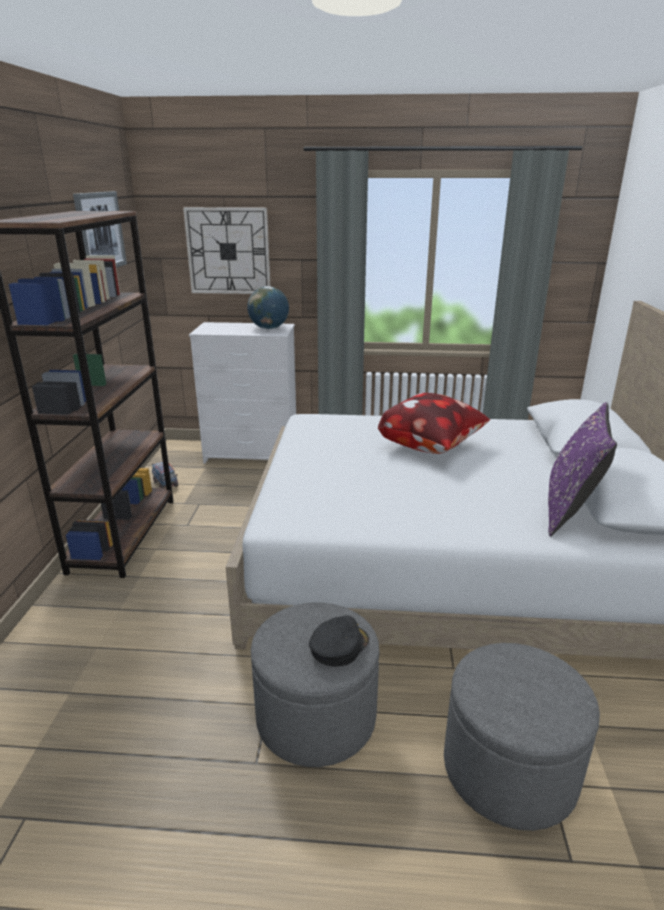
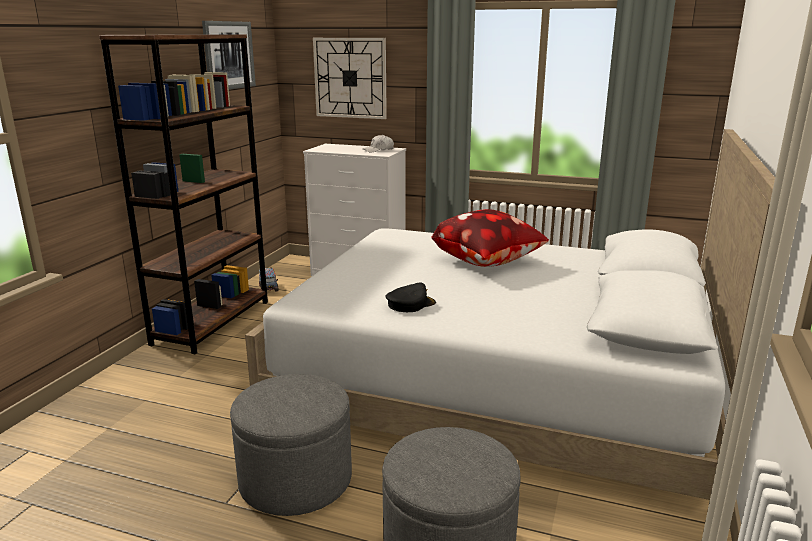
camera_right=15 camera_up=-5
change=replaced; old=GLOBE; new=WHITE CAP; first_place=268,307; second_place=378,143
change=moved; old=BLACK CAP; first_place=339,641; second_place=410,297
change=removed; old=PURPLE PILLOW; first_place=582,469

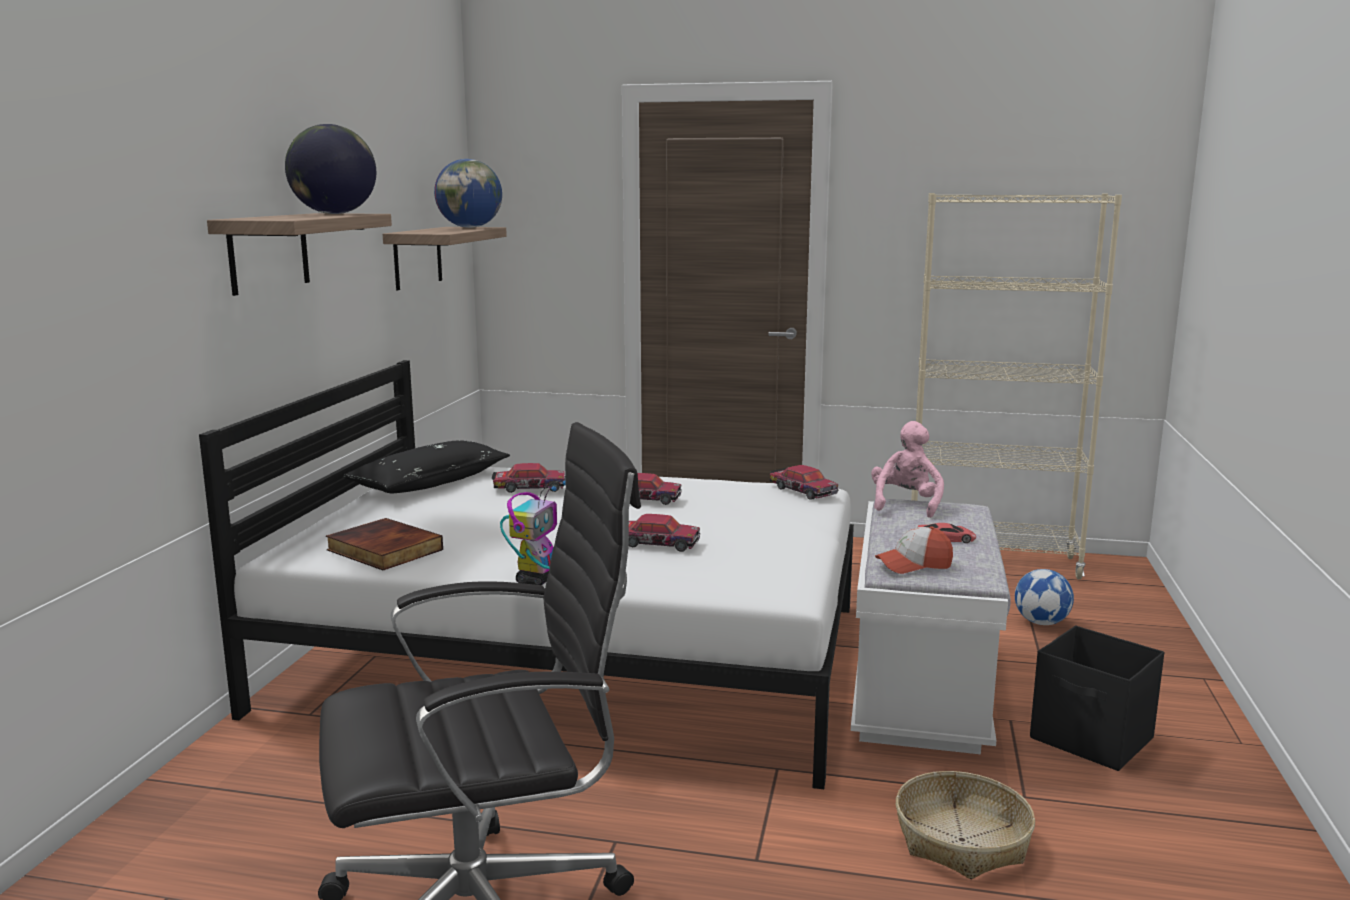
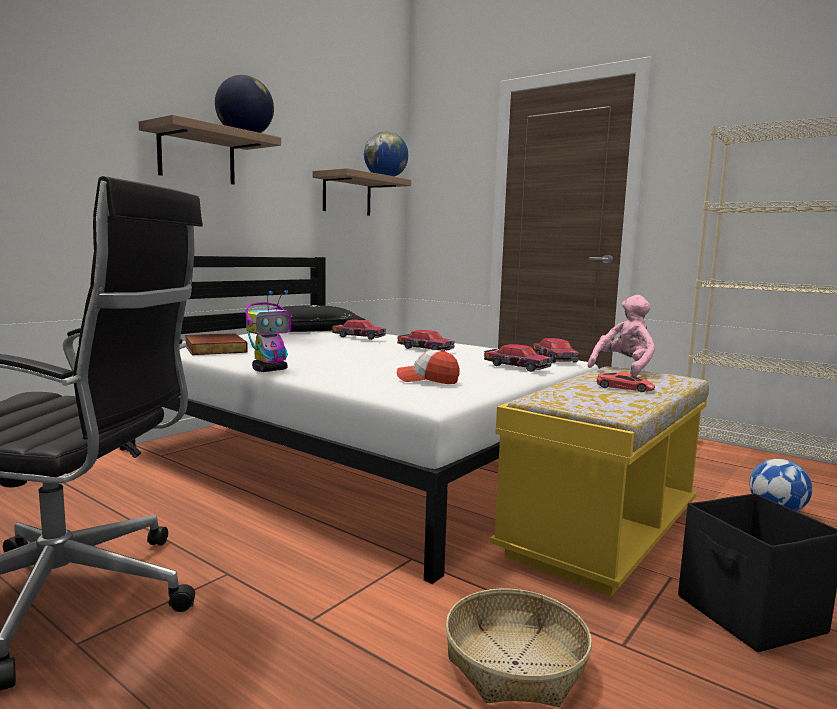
camera_right=25 camera_up=-5
change=moved; old=TOY CAR; first_place=664,533; second_place=518,358
change=recoloured; old=WHITE BENCH; new=YELLOW BENCH; first_place=931,626; second_place=599,482
change=moved; old=CAP; first_place=914,550; second_place=428,367

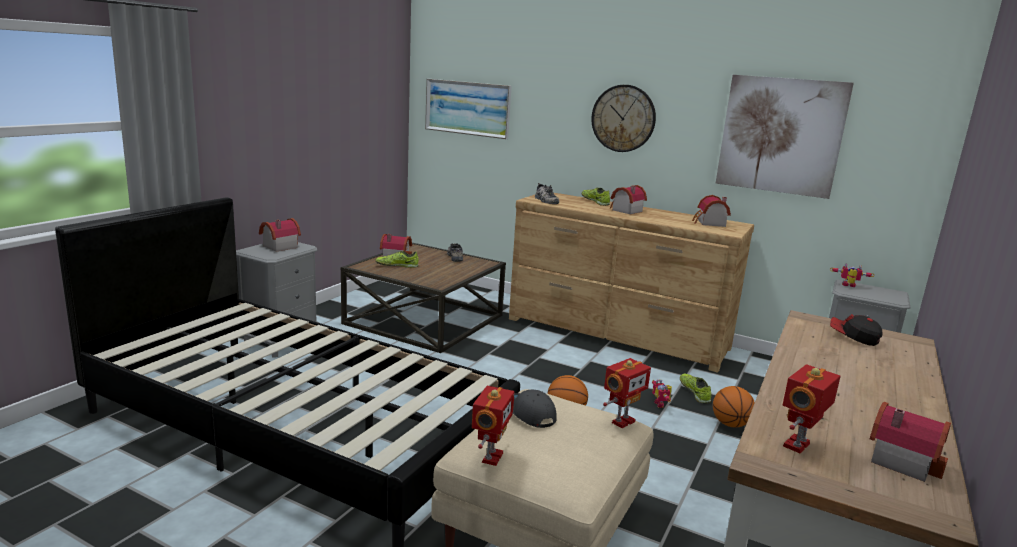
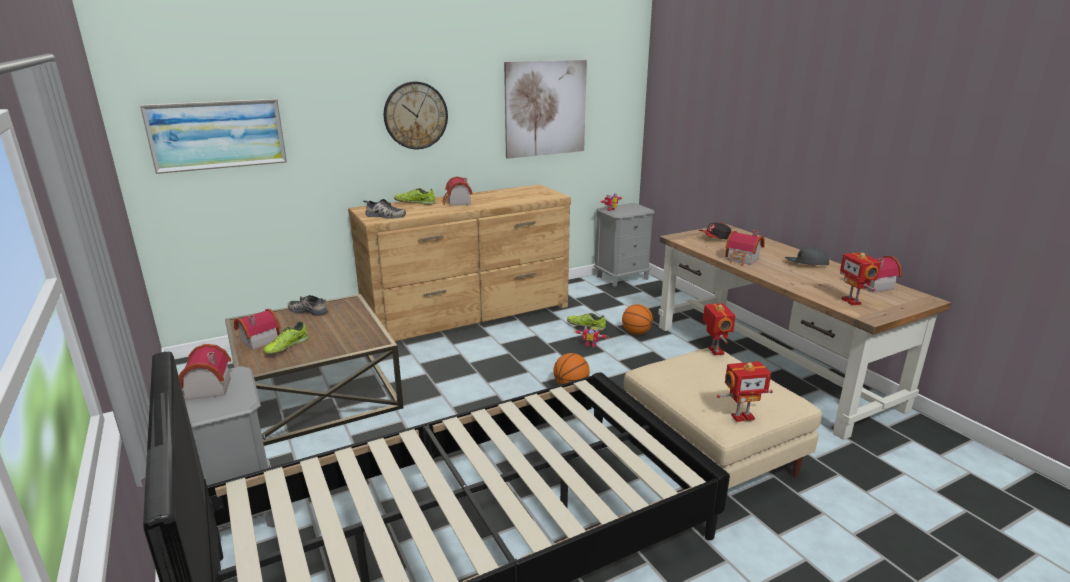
camera_right=-55 camera_up=5
change=turned; old=TOY ROBOT; first_place=493,426; second_place=745,392; degrees=120
change=moved; old=GREY CAP; first_place=535,409; second_place=807,256
change=moved; old=TOY HOUSE; first_place=711,211; second_place=745,248

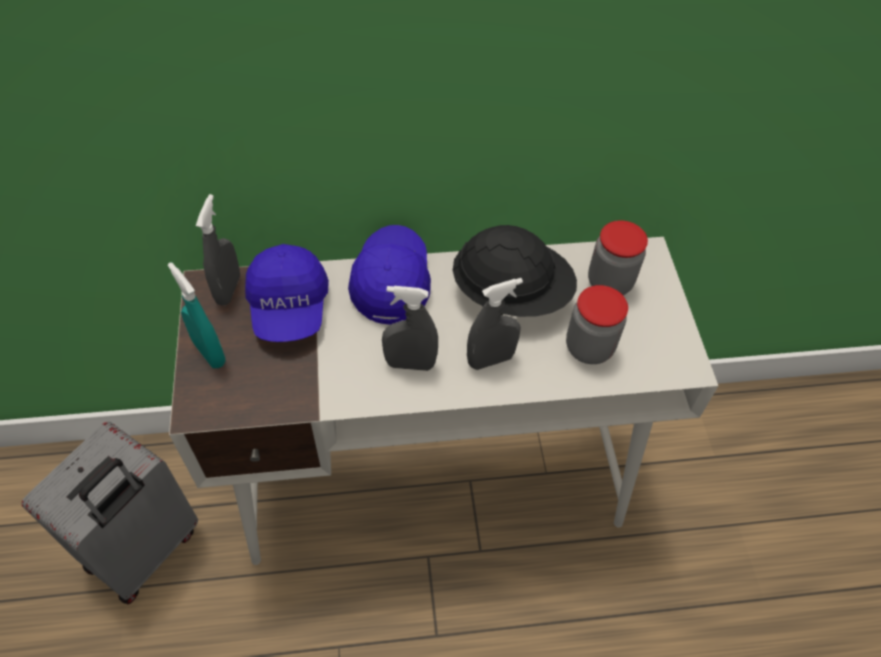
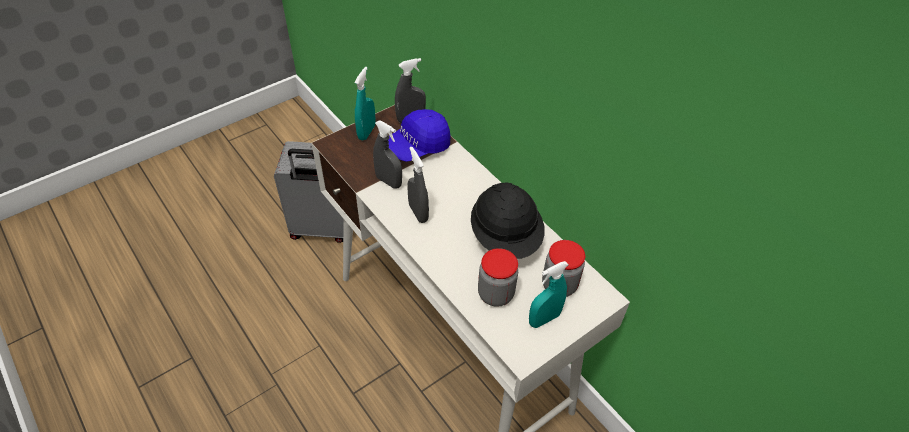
camera_right=60 camera_up=-5
change=removed; old=BLUE CAP; first_place=389,275
change=moved; old=GREY SPRAY BOTTLE; first_place=495,324; second_place=387,155
change=added; new=TURQUOISE SPRAY BOTTLE; second_place=548,294

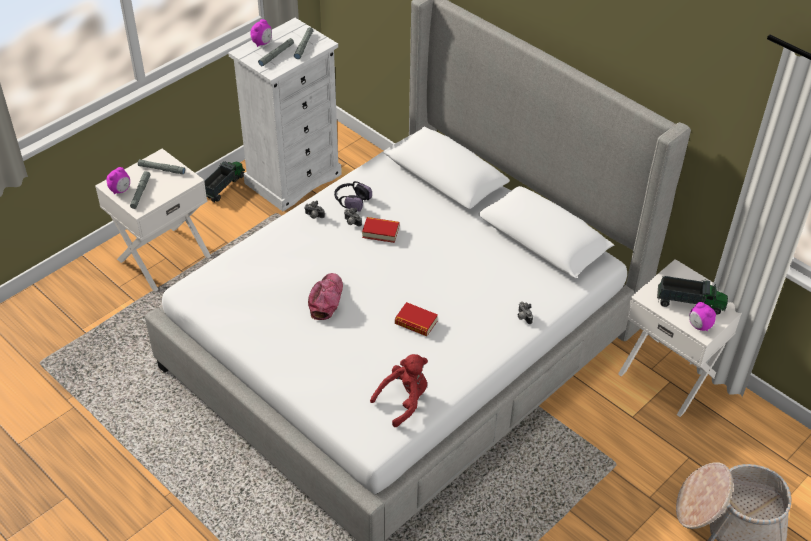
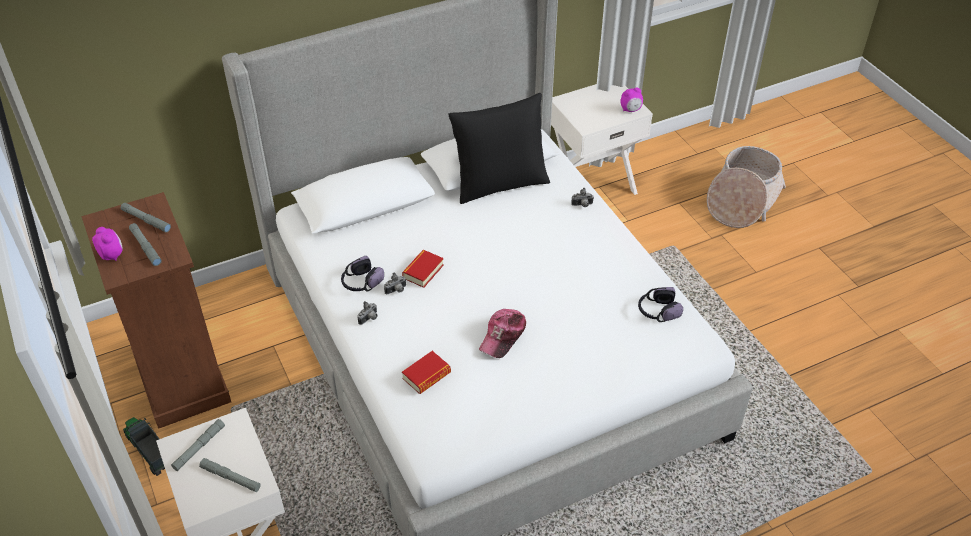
camera_right=-70 camera_up=0
change=removed; old=ALARM CLOCK; first_place=118,181
change=recoloured; old=WHITE DRESSER; new=BROWN DRESSER; first_place=285,114; second_place=156,310
change=turned; old=CAP; first_place=325,296; second_place=502,333; degrees=-90
change=replaced; old=RED PLUSH TOY; new=HEADPHONES; first_place=399,390; second_place=660,304
change=moved; old=BOOK; first_place=416,319; second_place=426,372
change=removed; old=TOY TRUCK; first_place=692,295
change=added; new=BLACK PILLOW; second_place=499,148

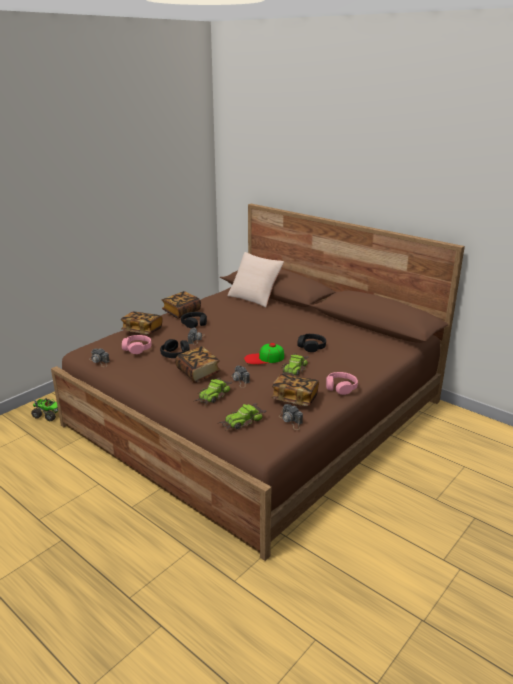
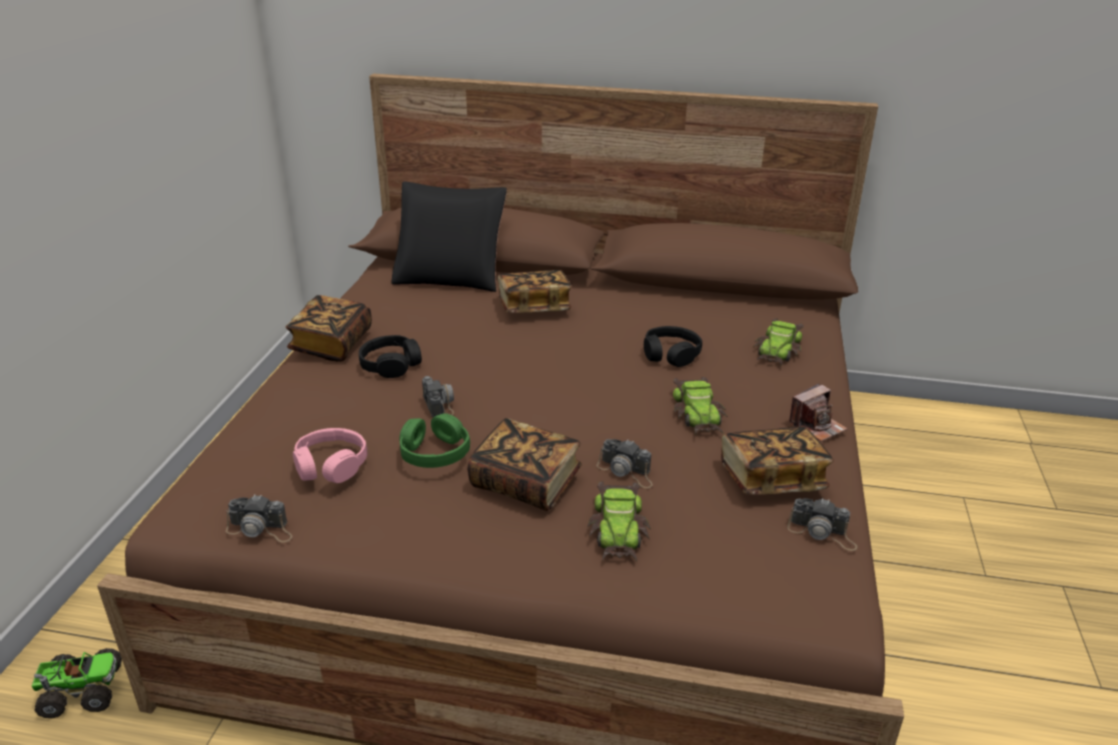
camera_right=-30 camera_up=5
change=moved; old=BOOK; first_place=142,323; second_place=535,291
change=recoloured; old=BLACK HEADPHONES; new=GREEN HEADPHONES; first_place=175,348; second_place=434,440
change=moved; old=TOY CAR; first_place=242,416; second_place=778,341
change=recoloured; old=BEIGE PILLOW; new=BLACK PILLOW; first_place=256,279; second_place=449,236
change=removed; old=CAP; first_place=264,354
change=replaced; old=PINK HEADPHONES; new=PHOTO CAMERA; first_place=342,383; second_place=818,412

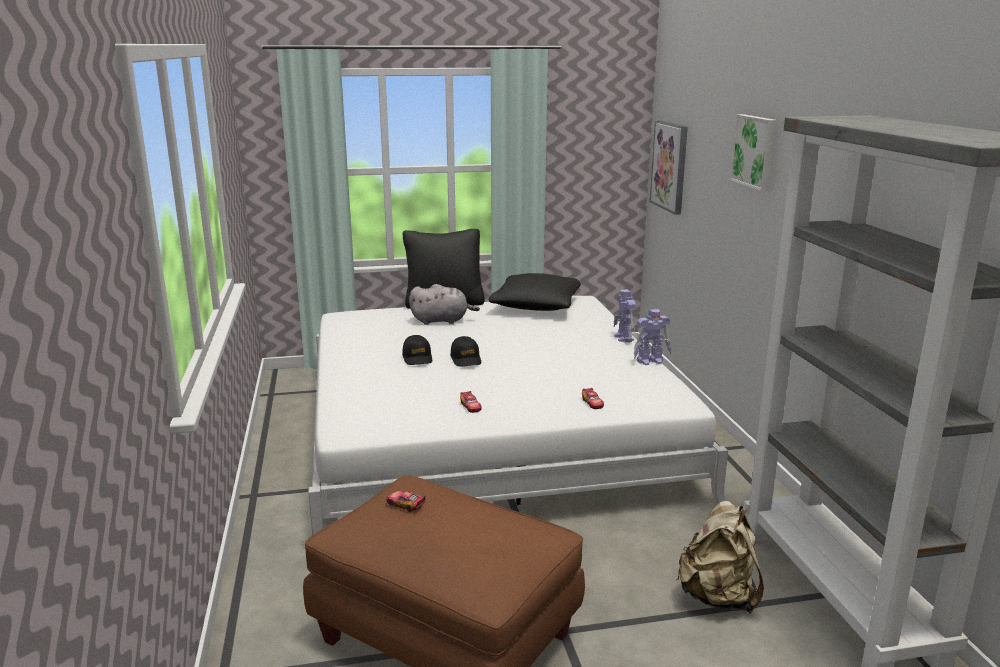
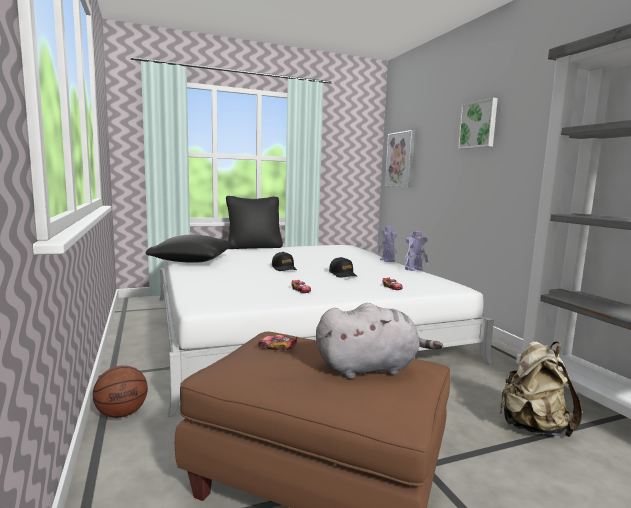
camera_right=-10 camera_up=-10
change=moved; old=BLACK CAP; first_place=417,350; second_place=343,267
change=moved; old=GREY PLUSH TOY; first_place=444,304; second_place=379,341
change=moved; old=BLACK PILLOW; first_place=535,292; second_place=189,249
change=added; new=BASKETBALL; second_place=120,391

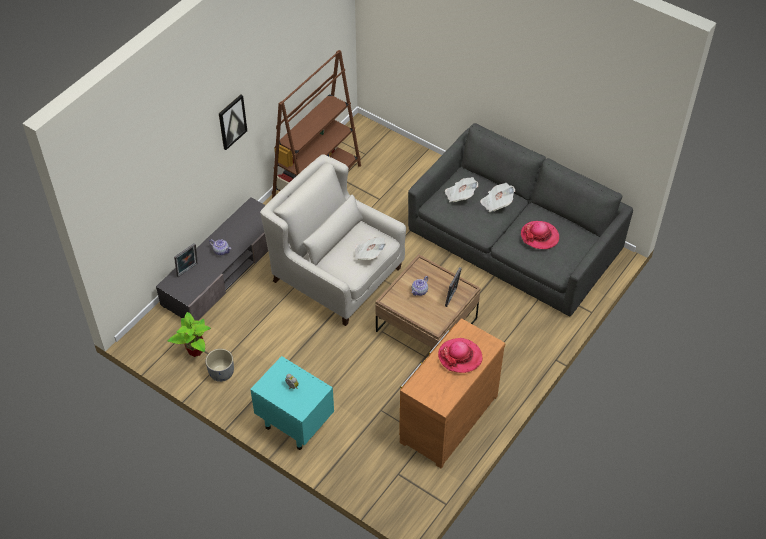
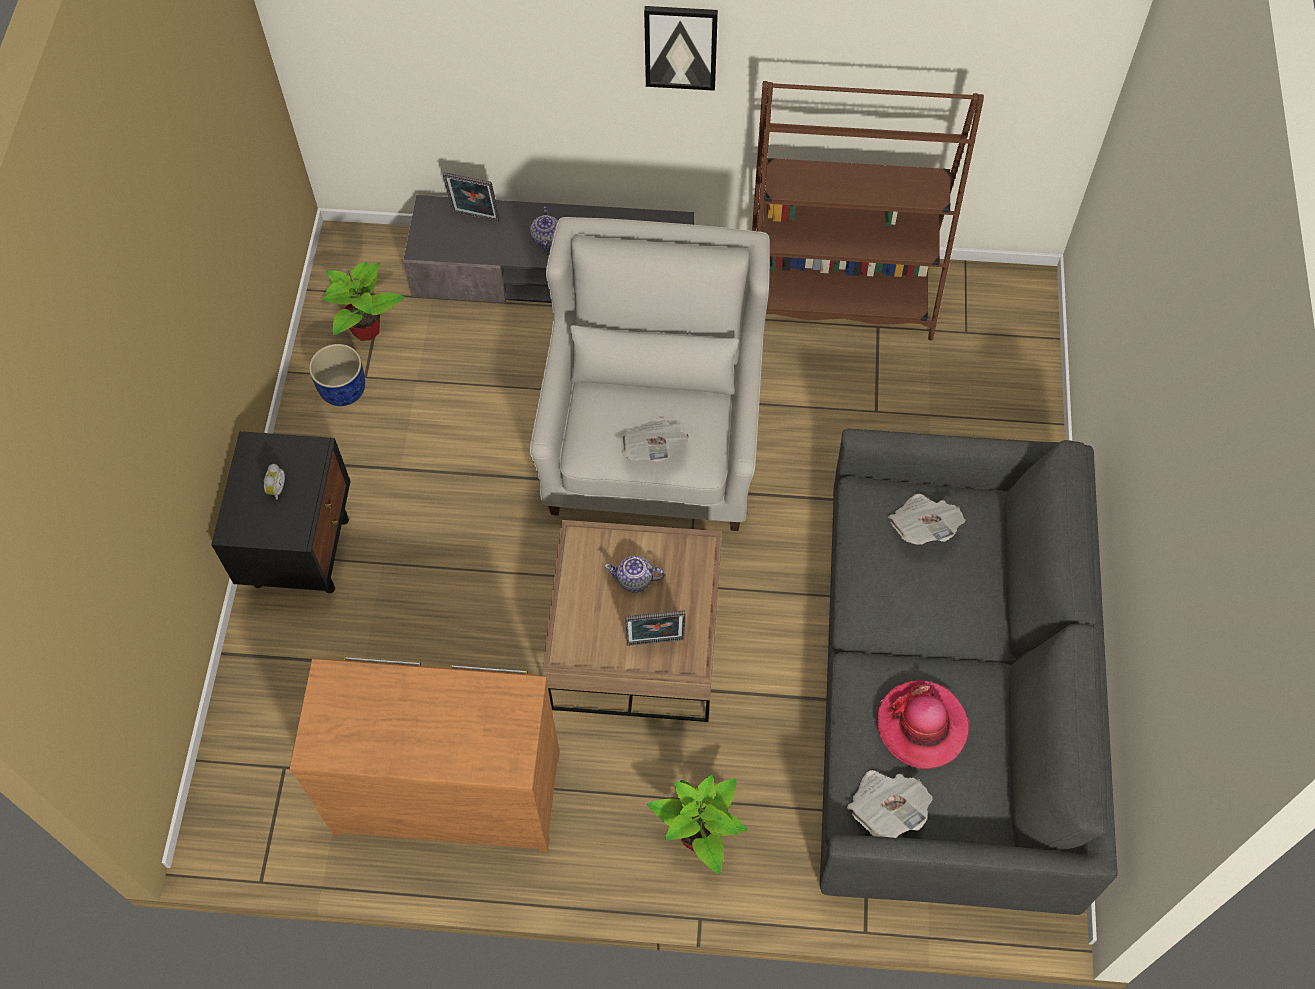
camera_right=60 camera_up=10
change=recoloured; old=GREY PLANTER; new=BLUE PLANTER; first_place=220,365; second_place=337,375
change=recoloured; old=TURQUOISE NIGHTSTAND; new=BLACK NIGHTSTAND; first_place=292,403; second_place=281,512
change=removed; old=HAT; first_place=460,355
change=moved; old=NEWSPAPER; first_place=497,197; second_place=890,804
change=added; new=POTTED PLANT; second_place=697,824

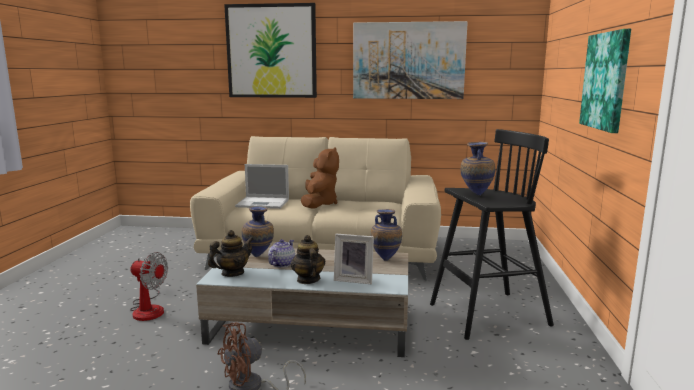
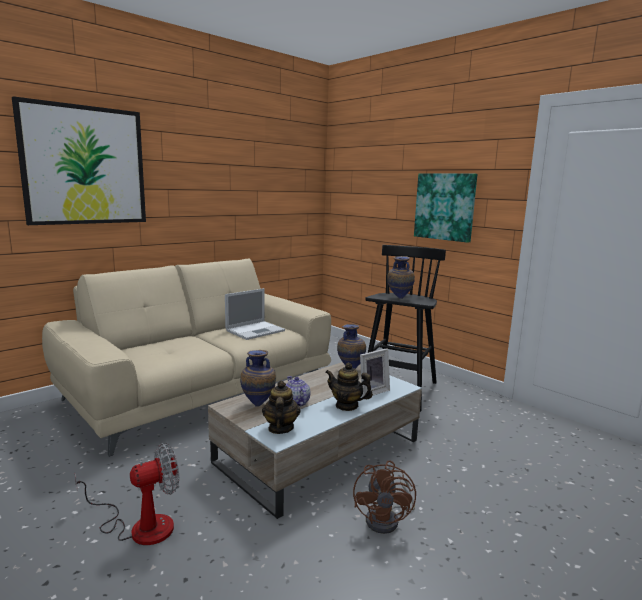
camera_right=-50 camera_up=0
change=moved; old=LAPTOP; first_place=262,186; second_place=255,314
change=removed; old=BROWN PLUSH TOY; first_place=320,178
change=removed; old=PICTURE; first_place=410,60

